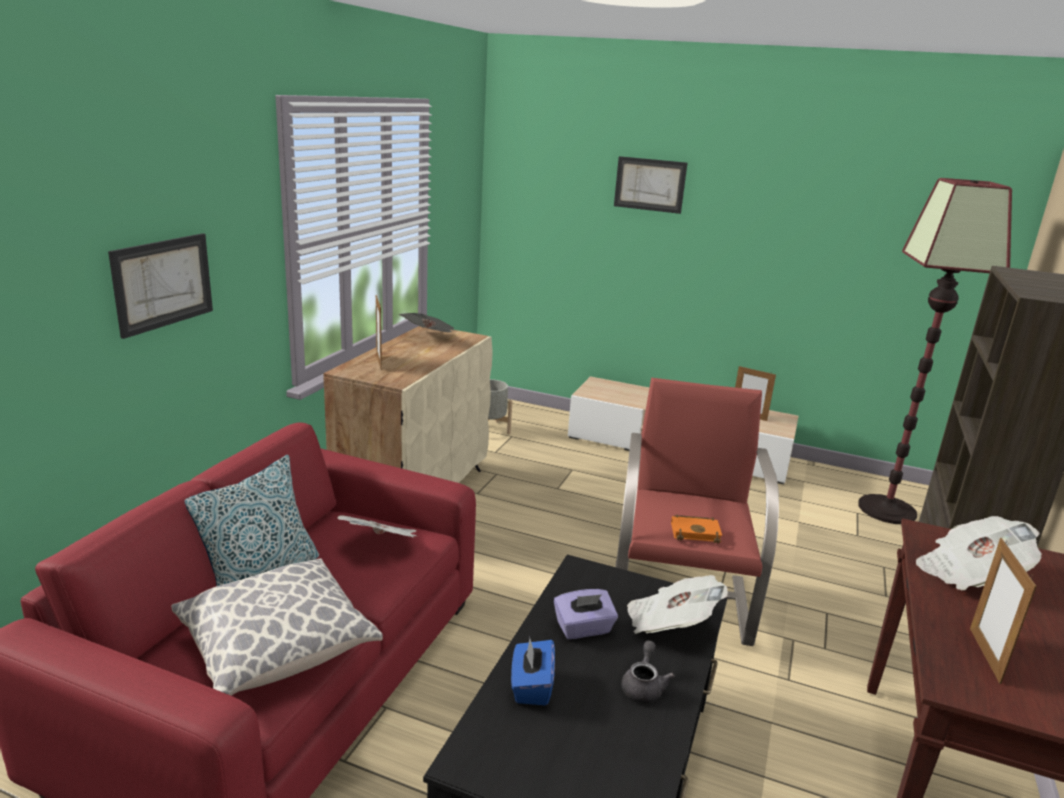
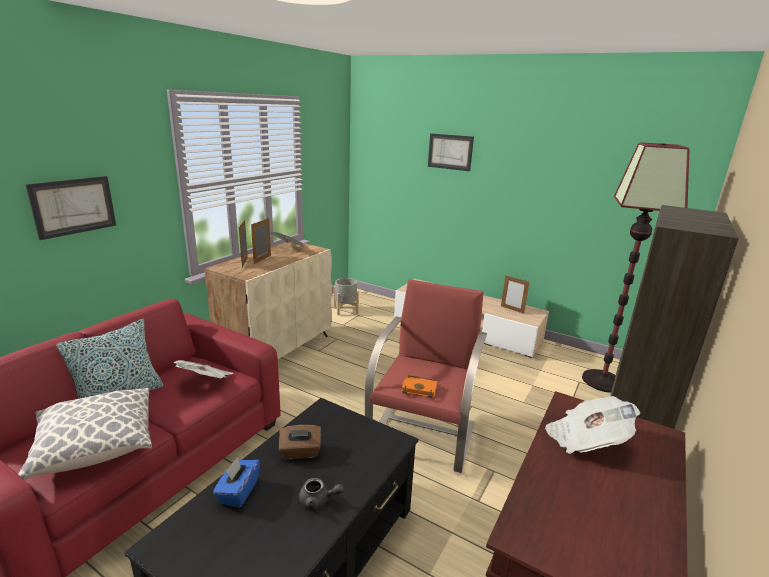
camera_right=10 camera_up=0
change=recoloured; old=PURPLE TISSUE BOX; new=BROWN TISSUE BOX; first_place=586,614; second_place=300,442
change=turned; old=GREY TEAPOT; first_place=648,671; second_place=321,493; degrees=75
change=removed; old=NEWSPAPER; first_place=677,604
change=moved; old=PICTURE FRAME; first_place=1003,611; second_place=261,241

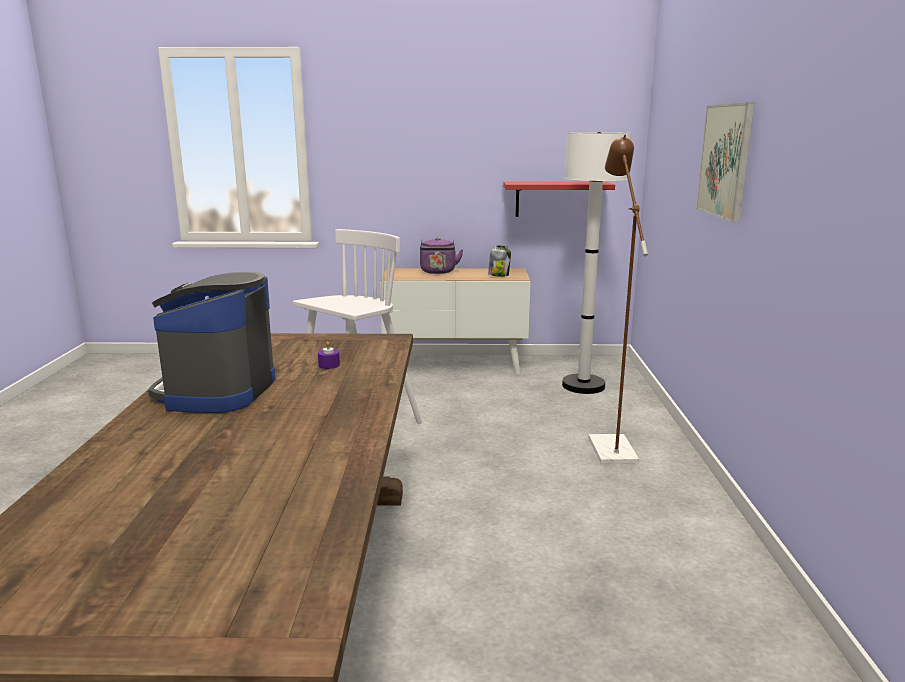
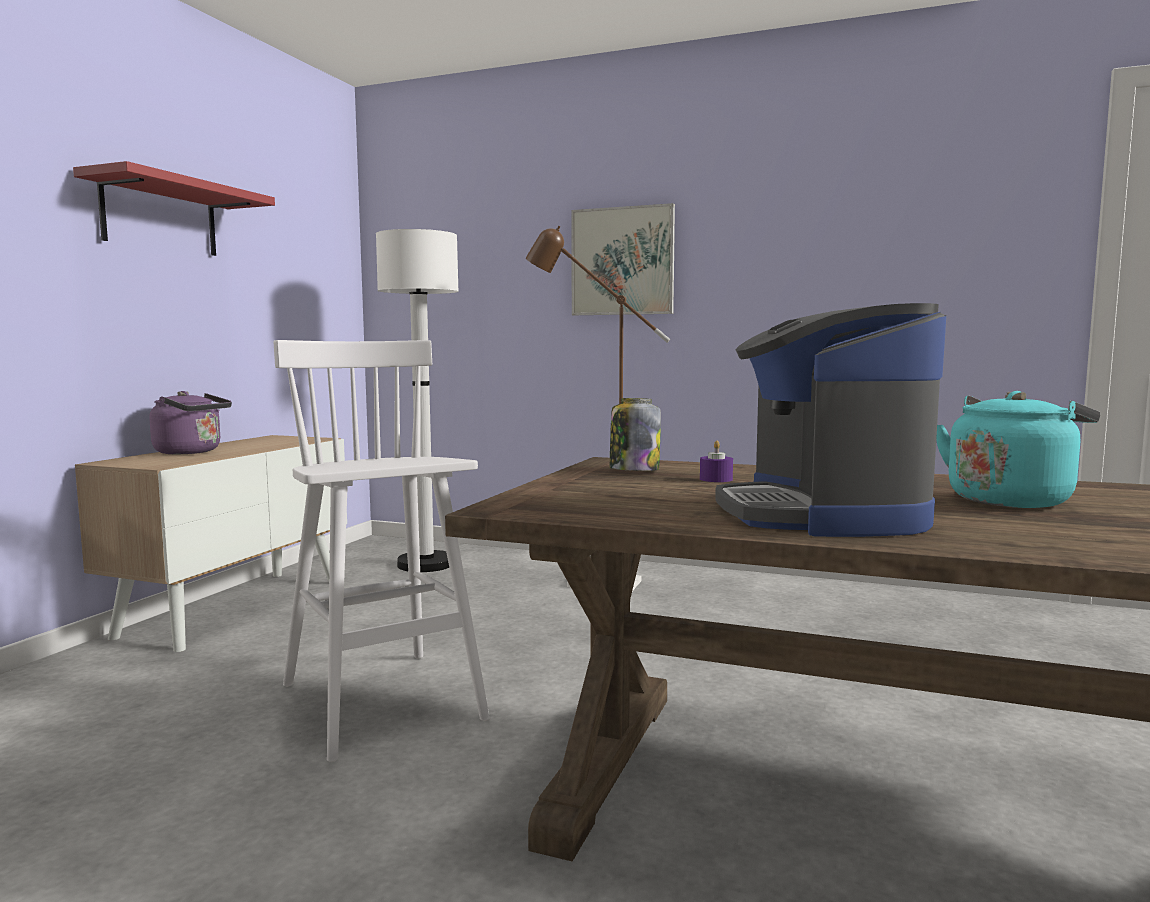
camera_right=-70 camera_up=-10
change=turned; old=COFFEE MACHINE; first_place=211,342; second_place=830,420; degrees=60
change=moved; old=JAR; first_place=499,261; second_place=635,434
change=moved; old=RED SHELF; first_place=559,199; second_place=174,208
change=added; new=TURQUOISE KETTLE; second_place=1018,449

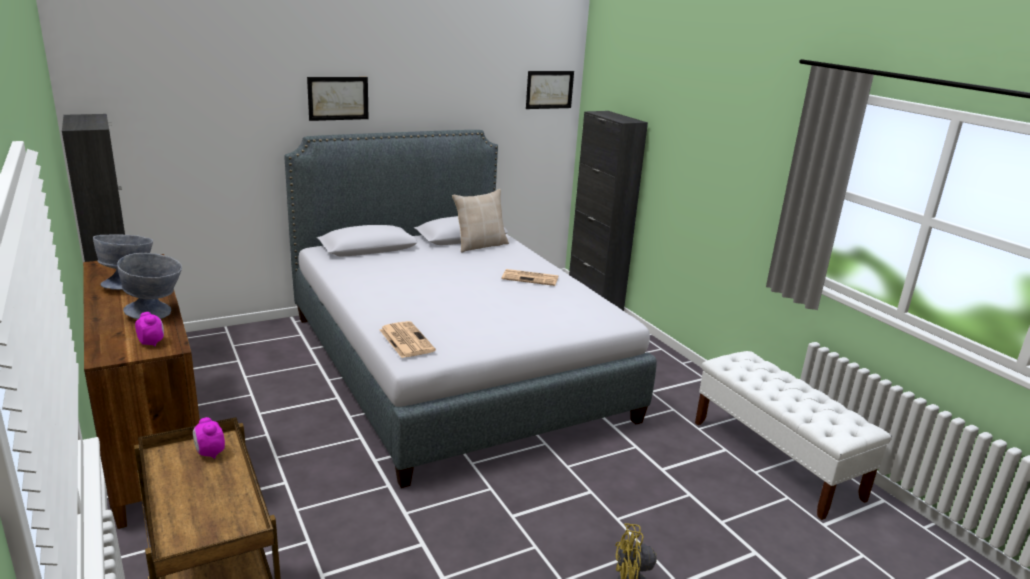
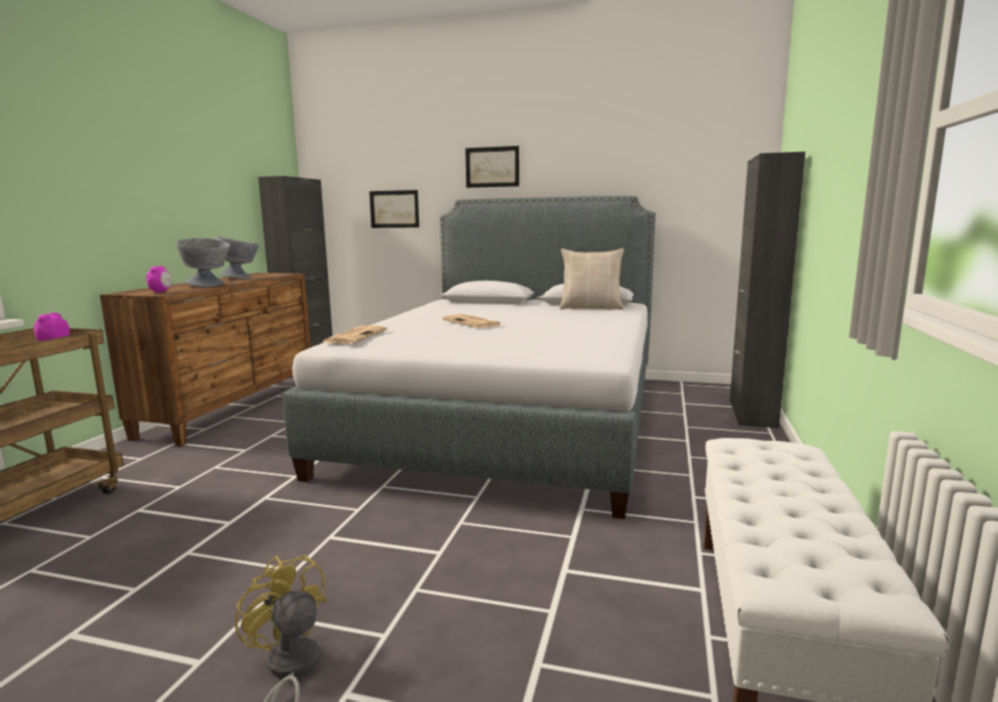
camera_right=45 camera_up=-10
change=moved; old=NEWSPAPER; first_place=530,277; second_place=471,321
change=moved; old=PICTURE; first_place=550,90; second_place=394,209

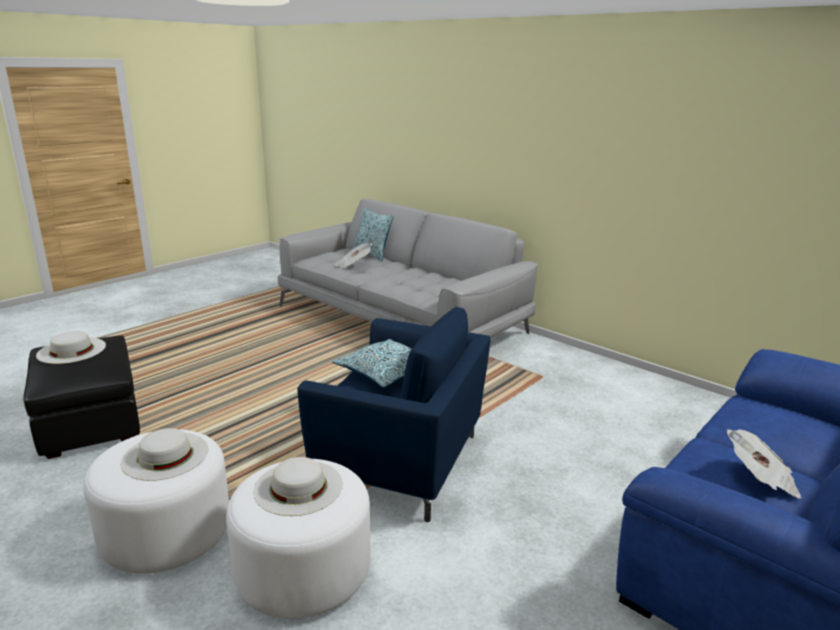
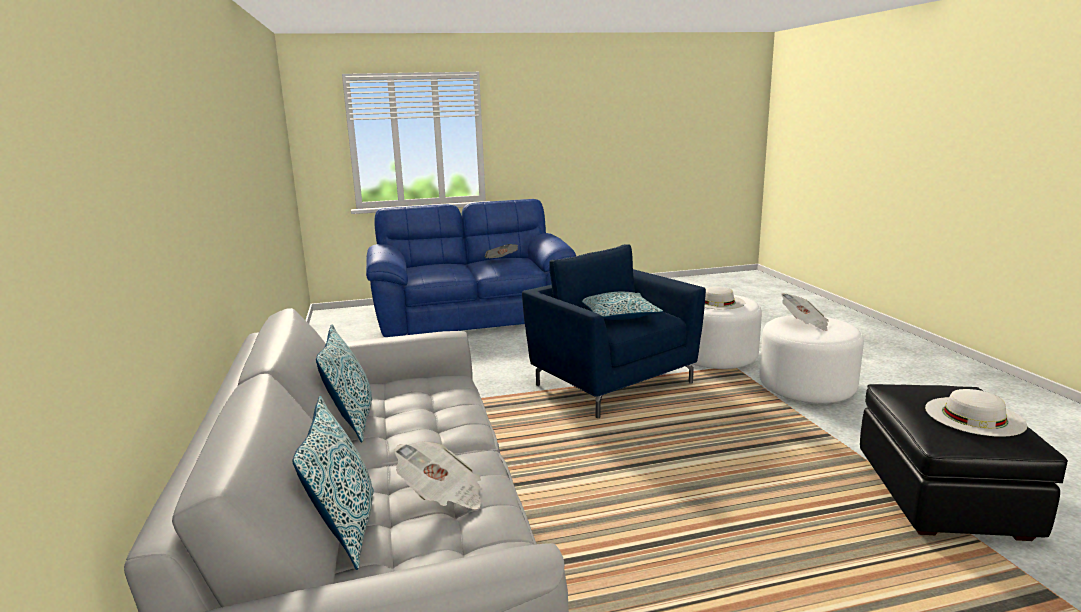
camera_right=-145 camera_up=-5
change=replaced; old=WHITE HAT; new=NEWSPAPER; first_place=164,454; second_place=805,312
change=added; new=PILLOW; second_place=344,383

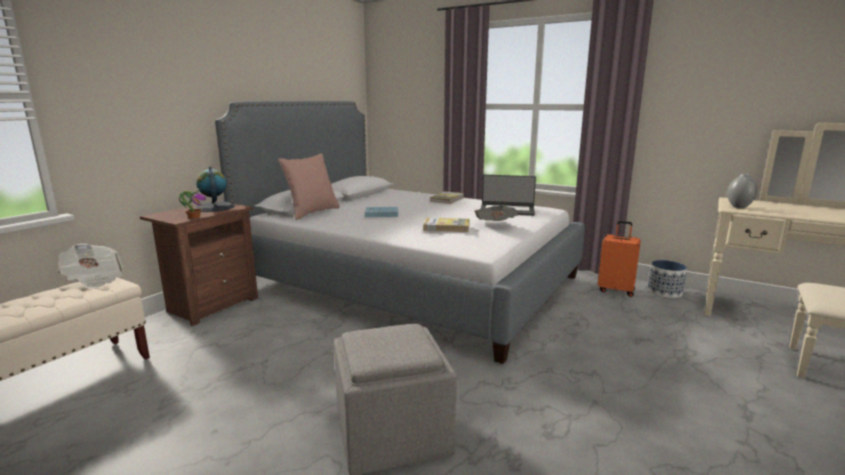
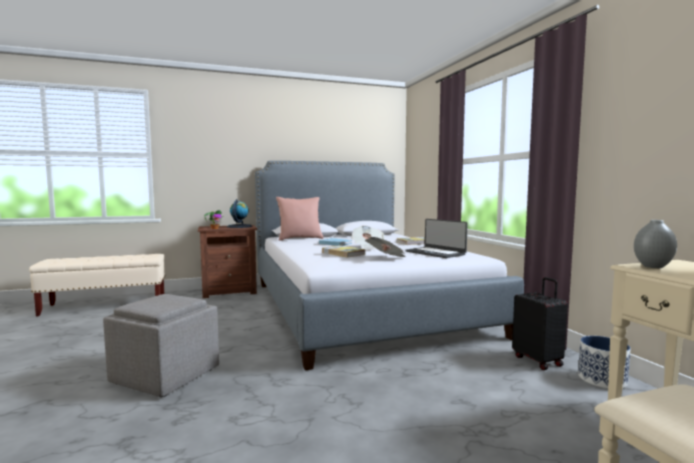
camera_right=40 camera_up=-10
change=moved; old=NEWSPAPER; first_place=90,266; second_place=367,237
change=recoloured; old=ORANGE SUITCASE; new=BLACK SUITCASE; first_place=619,259; second_place=540,323

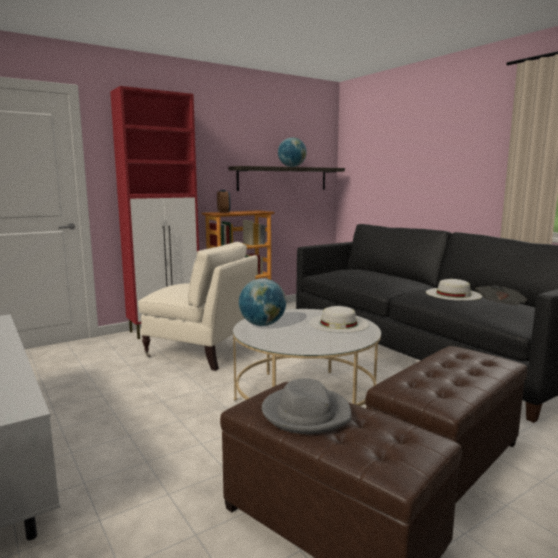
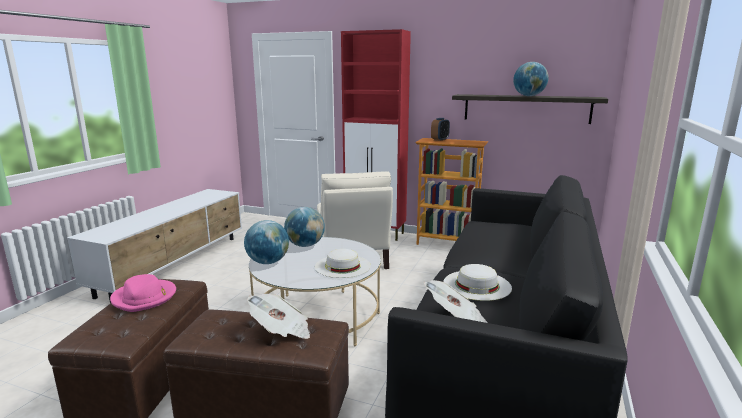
camera_right=55 camera_up=5
change=recoloured; old=GREY HAT; new=PINK HAT; first_place=306,406; second_place=143,293
change=added; new=GLOBE; second_place=266,242
change=added; new=NEWSPAPER; second_place=278,316

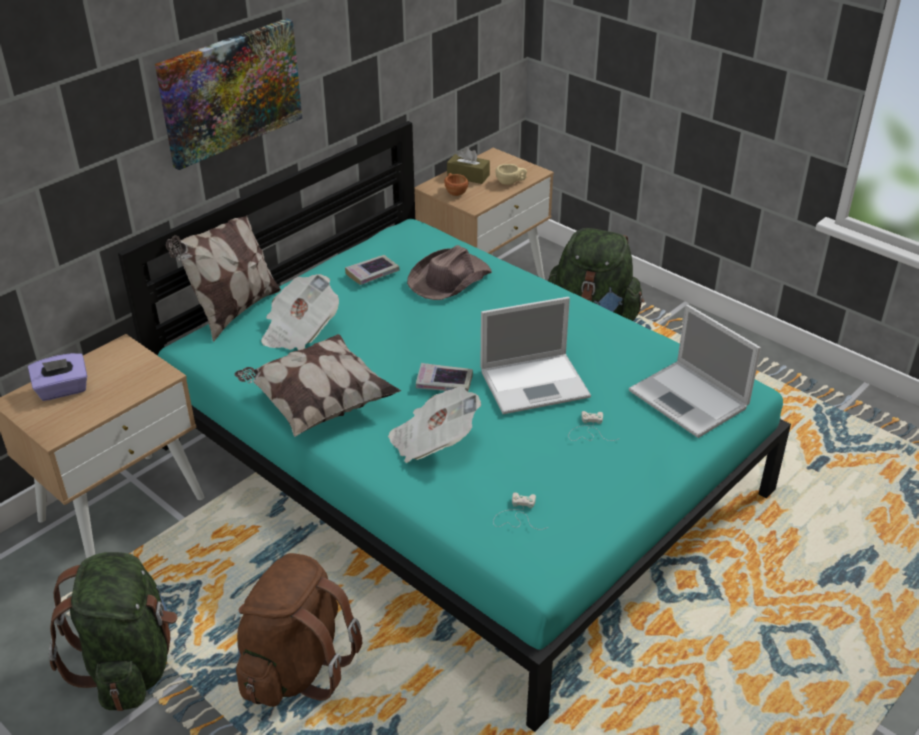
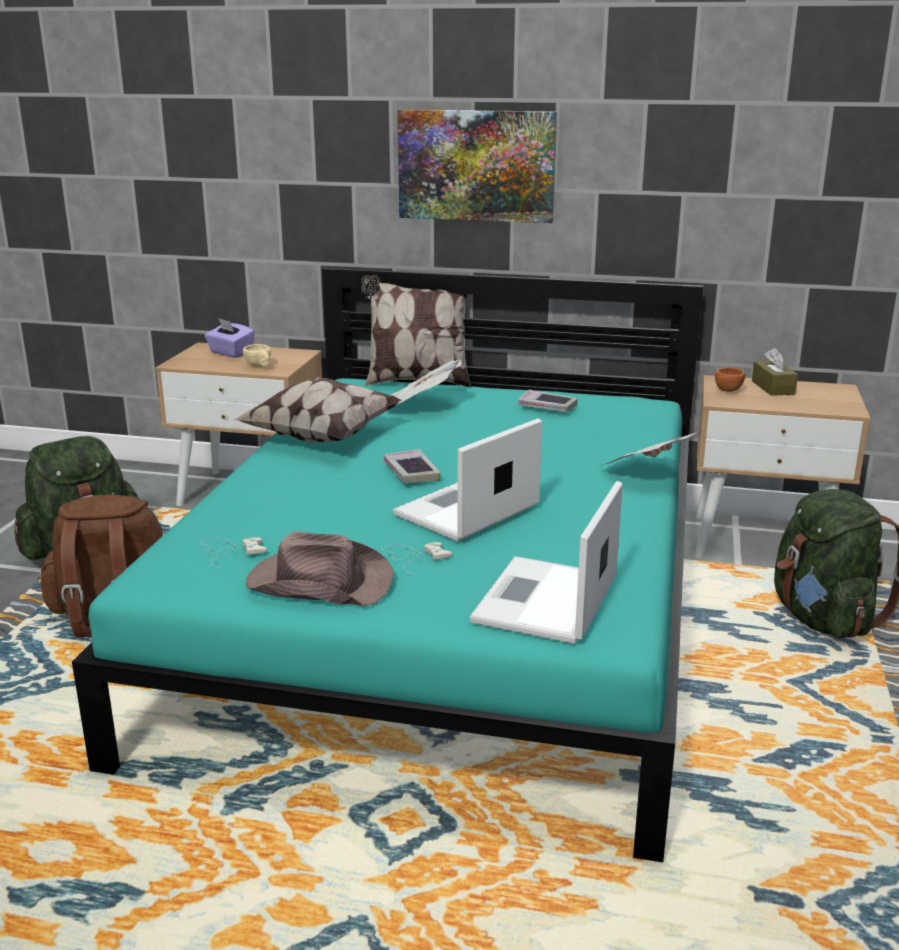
camera_right=60 camera_up=-15
change=moved; old=NEWSPAPER; first_place=434,424; second_place=651,448
change=moved; old=BROWN HAT; first_place=449,272; second_place=320,568
change=turned; old=LAPTOP; first_place=535,355; second_place=467,479; degrees=90
change=moved; old=BEIGE CUP; first_place=511,174; second_place=257,356

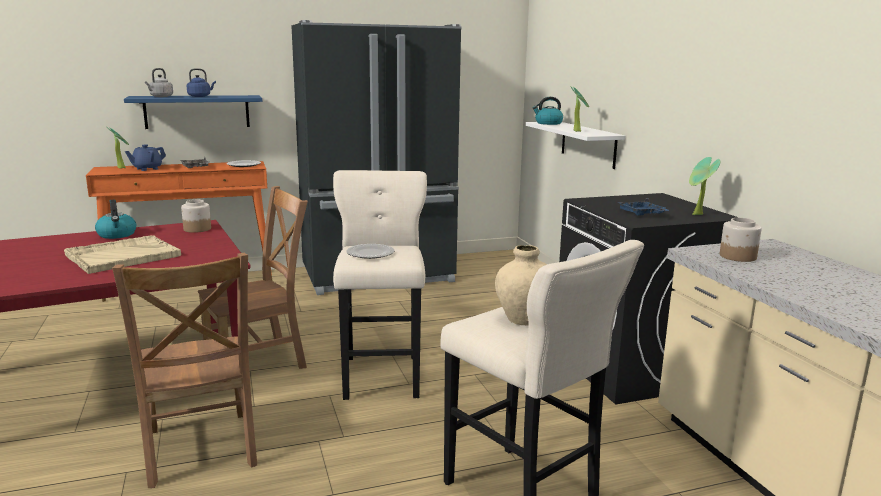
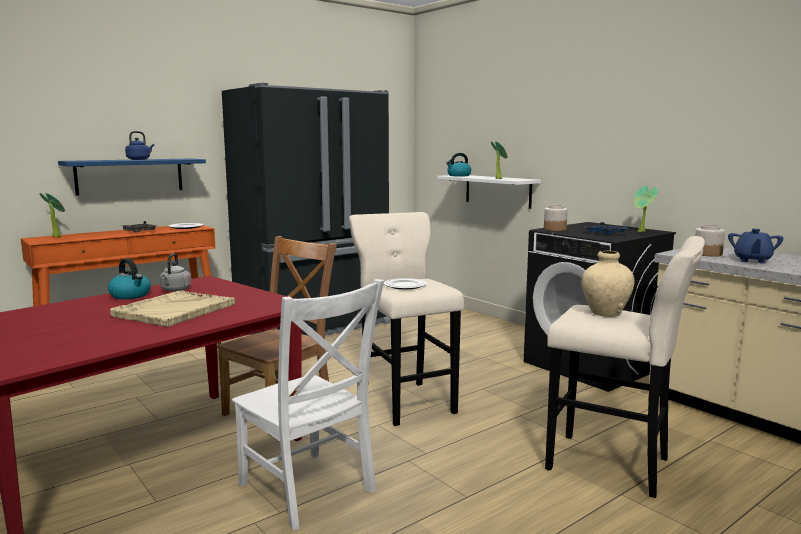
camera_right=-20 camera_up=-5
change=recoloured; old=BROWN CHAIR; new=WHITE CHAIR; first_place=184,370; second_place=308,404
change=moved; old=BLUE TEAPOT; first_place=145,157; second_place=755,246
change=moved; old=GREY KETTLE; first_place=159,82; second_place=175,273
change=moved; old=JAR; first_place=196,216; second_place=556,218

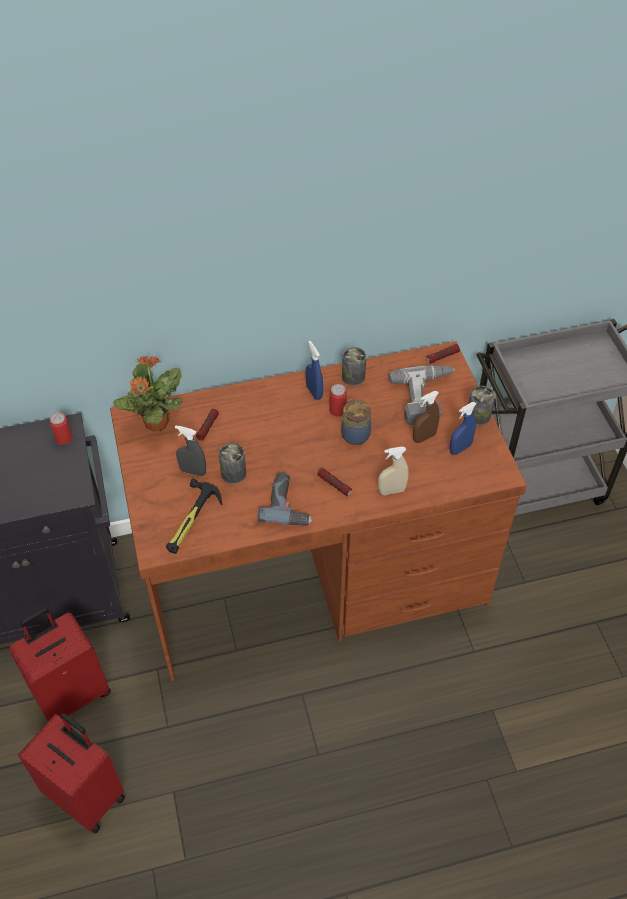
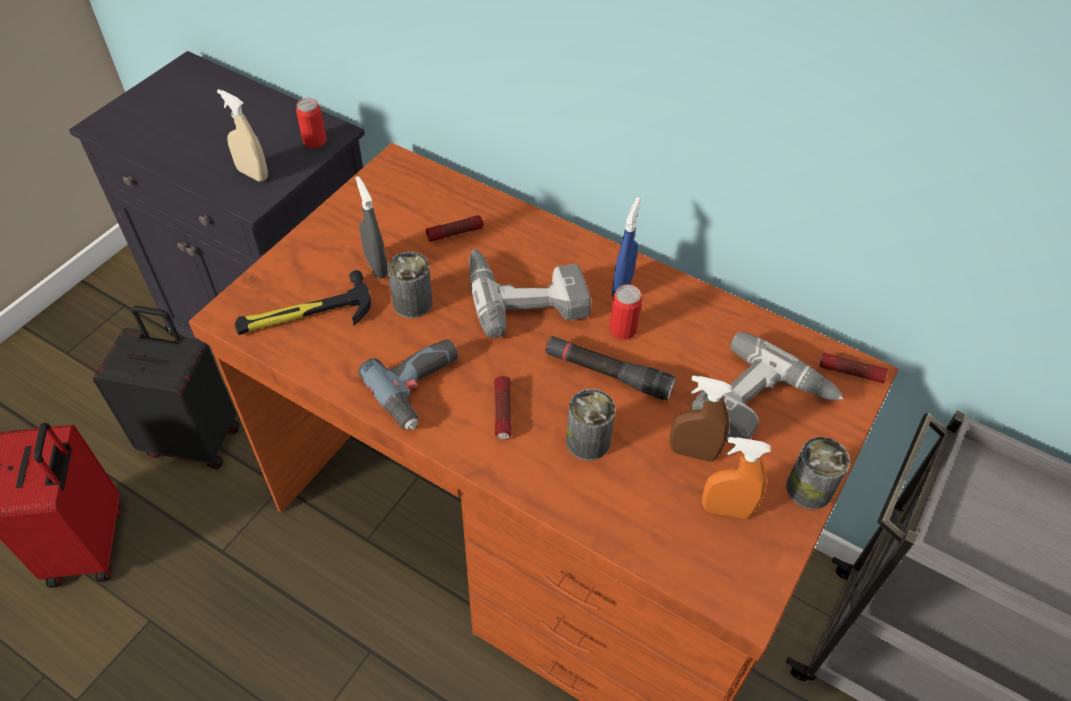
camera_right=45 camera_up=0
change=recoloured; old=RED SUITCASE; new=BLACK SUITCASE; first_place=60,664; second_place=166,387
change=removed; old=POTTED PLANT; first_place=148,394
change=replaced; old=JAR; new=BLACK FLASHLIGHT; first_place=356,422; second_place=610,368
change=moved; old=CAN; first_place=354,366; second_place=591,424
change=moved; old=BEIGE SPRAY BOTTLE; first_place=393,471; second_place=242,135
change=recoloured; old=BLUE SPRAY BOTTLE; new=ORANGE SPRAY BOTTLE; first_place=463,428; second_place=736,478
change=added; new=POWER DRILL; second_place=530,293

